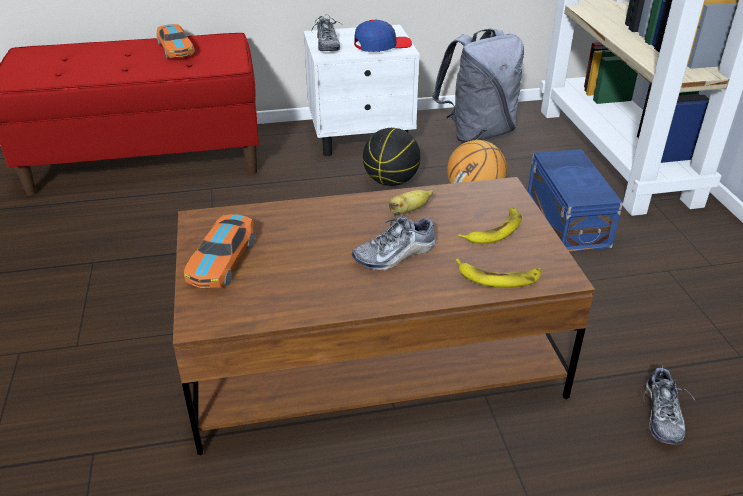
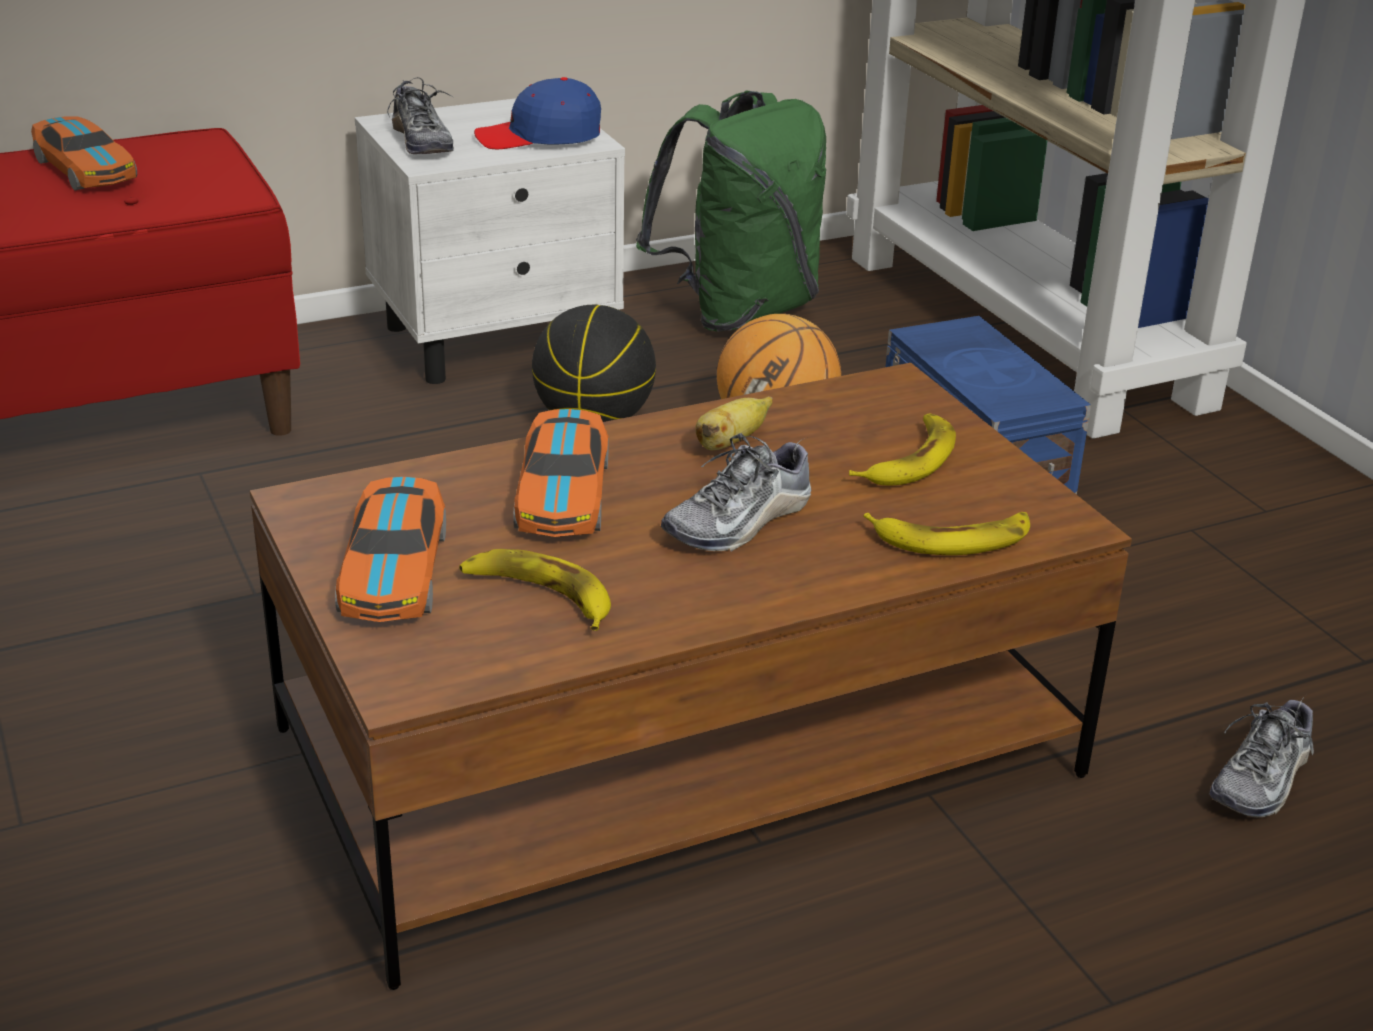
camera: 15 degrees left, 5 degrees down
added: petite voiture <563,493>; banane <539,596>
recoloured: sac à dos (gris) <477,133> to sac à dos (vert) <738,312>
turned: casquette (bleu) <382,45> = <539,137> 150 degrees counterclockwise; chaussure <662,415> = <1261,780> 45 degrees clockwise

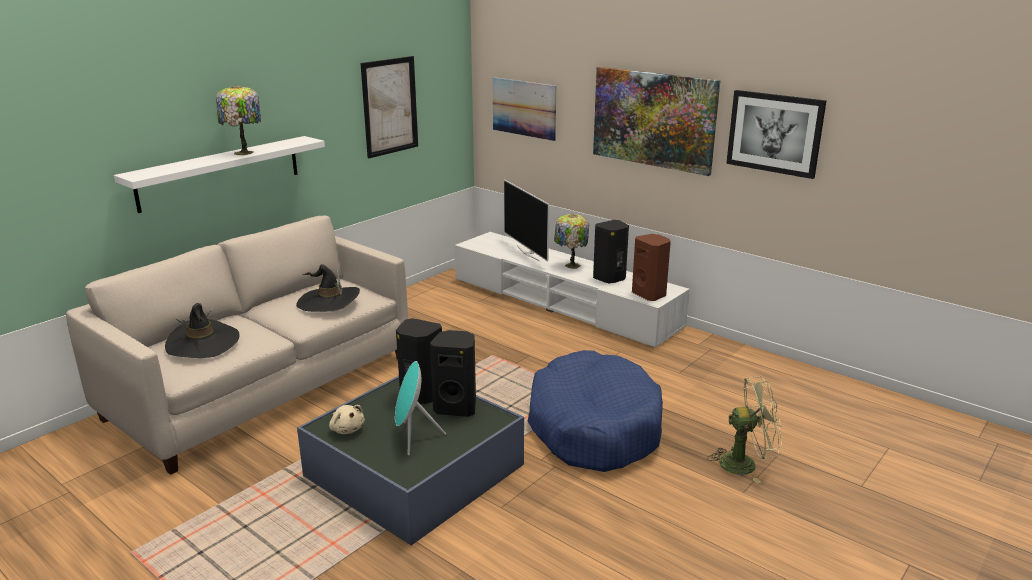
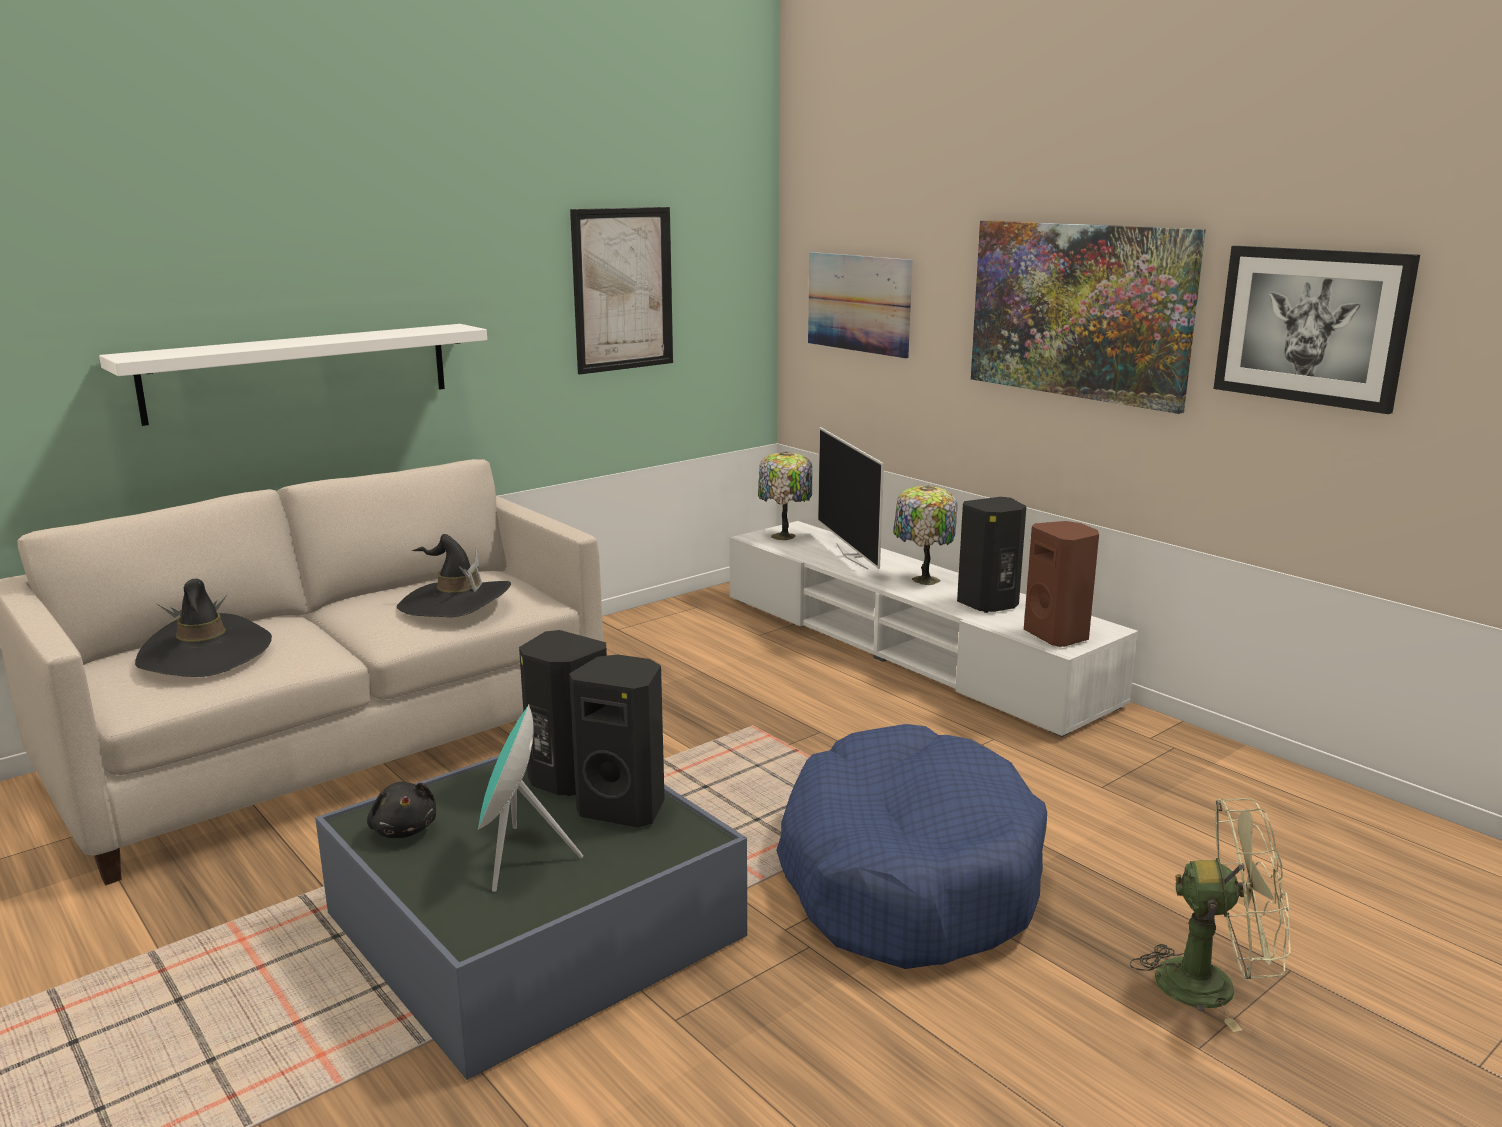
camera: 10 degrees right, 5 degrees down
moved: lampe de table <244,153> to <784,537>
recoloured: peluche (beige) <347,429> to peluche (noir) <404,829>

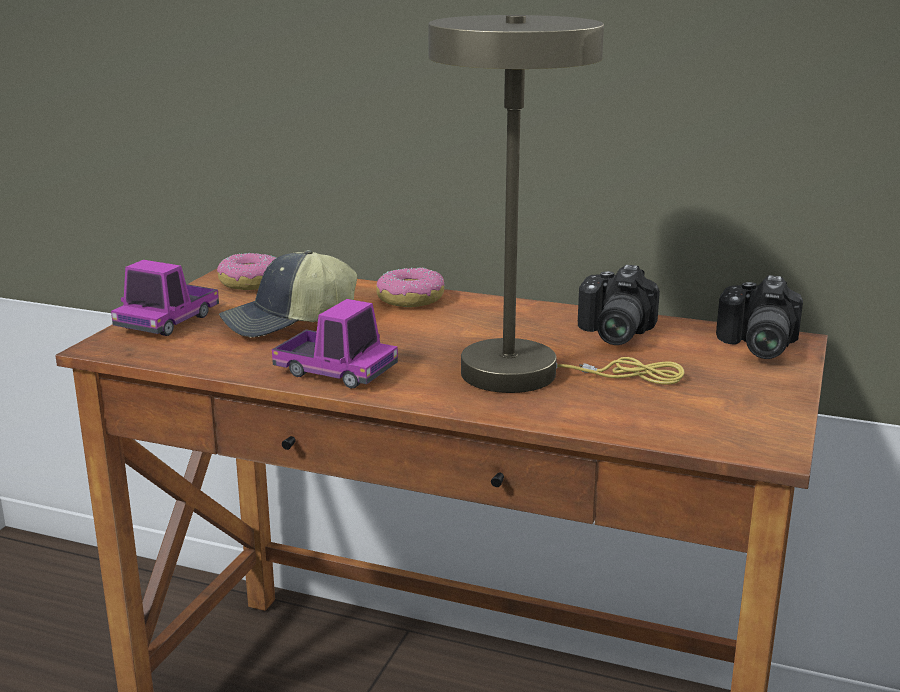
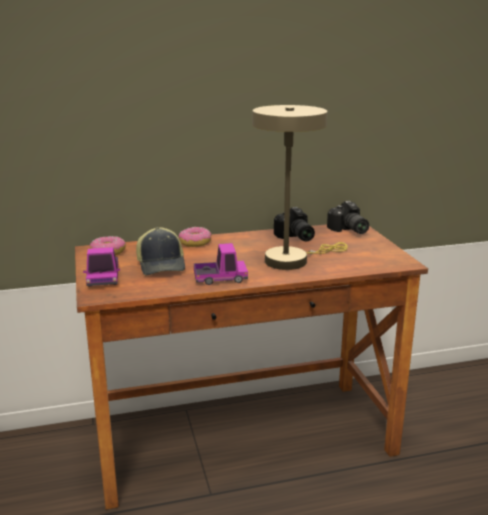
camera: 35 degrees left, 0 degrees up
turned: casquette <289,323> = <162,265> 45 degrees counterclockwise

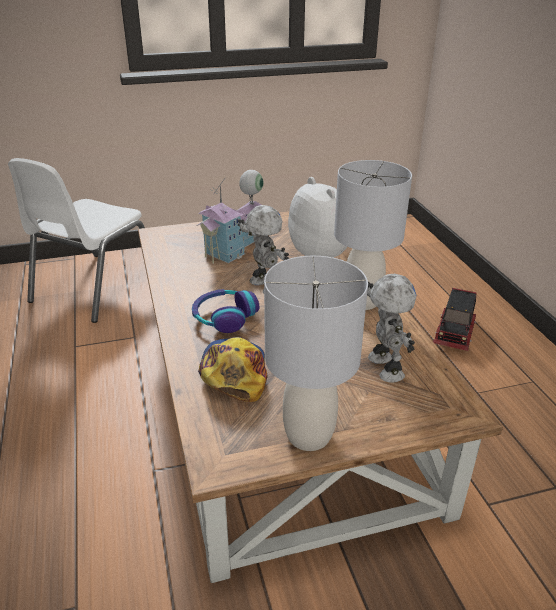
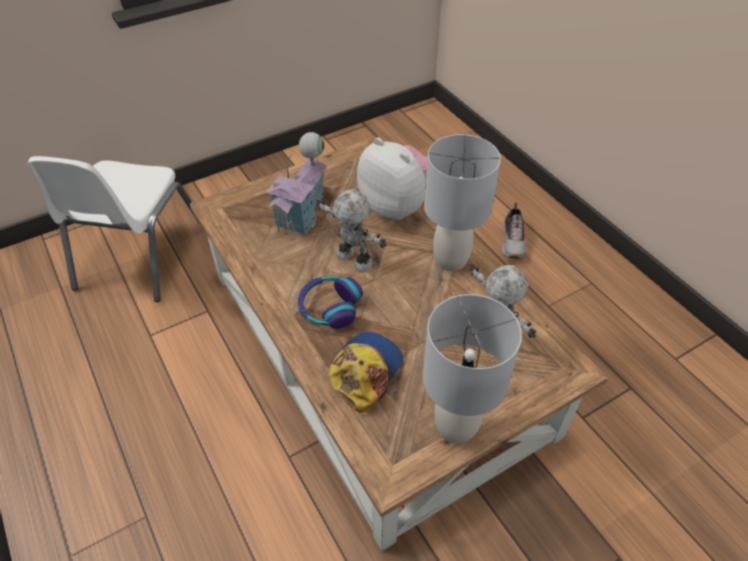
camera: 15 degrees left, 15 degrees up
replaced: camion jouet <455,332> to chaussure <513,241>
turned: casquette <234,372> = <365,372> 45 degrees clockwise

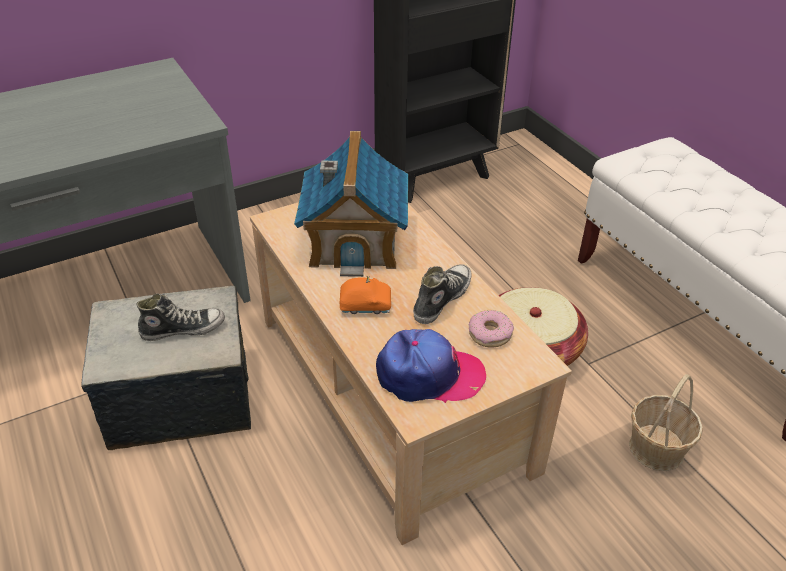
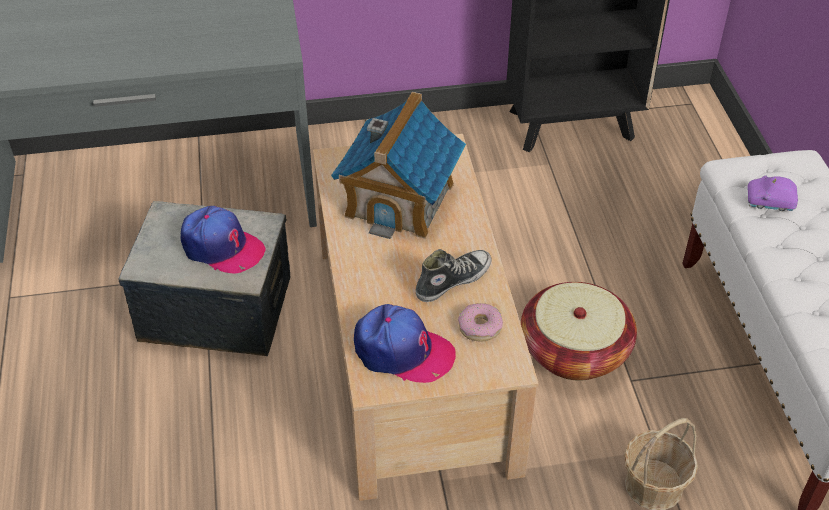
camera: 20 degrees right, 5 degrees up
removed: petite voiture (orange) <365,304>
added: petite voiture (violet) <770,202>
replaced: chaussure <183,329> to casquette <221,247>

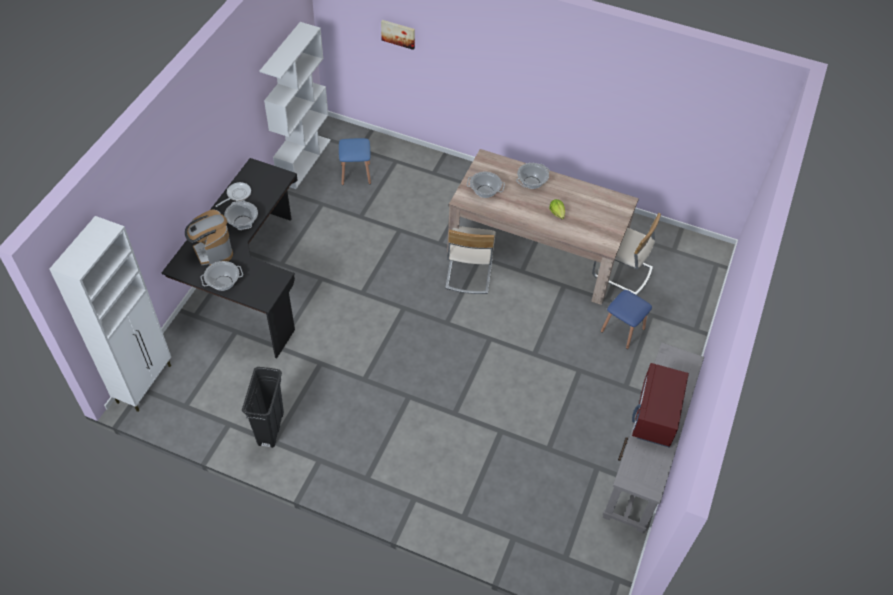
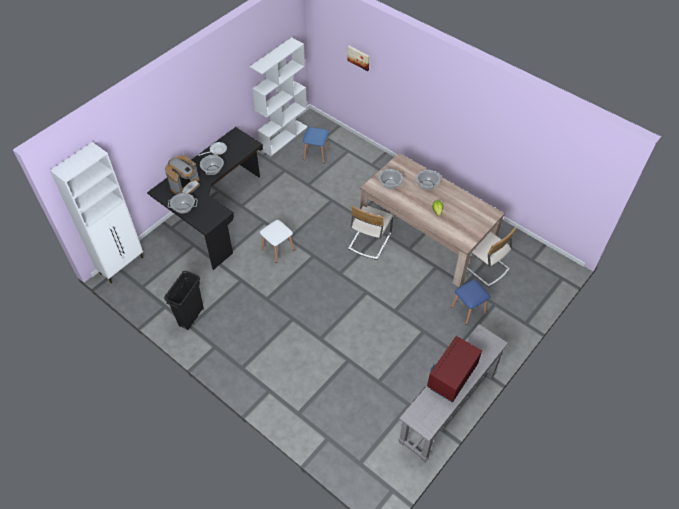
camera: 20 degrees right, 0 degrees up
added: tabouret (blanc) <278,249>
turned: machine à café <213,251> = <185,185> 135 degrees counterclockwise

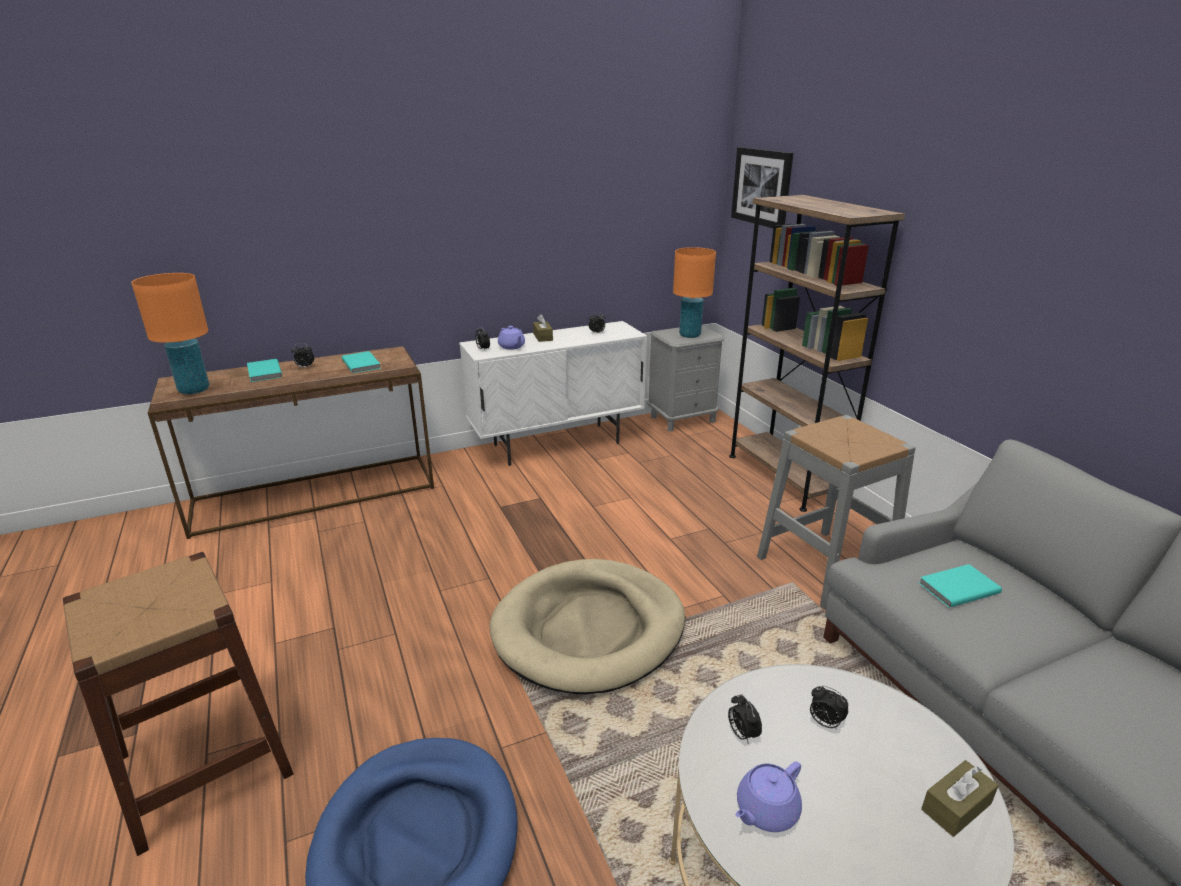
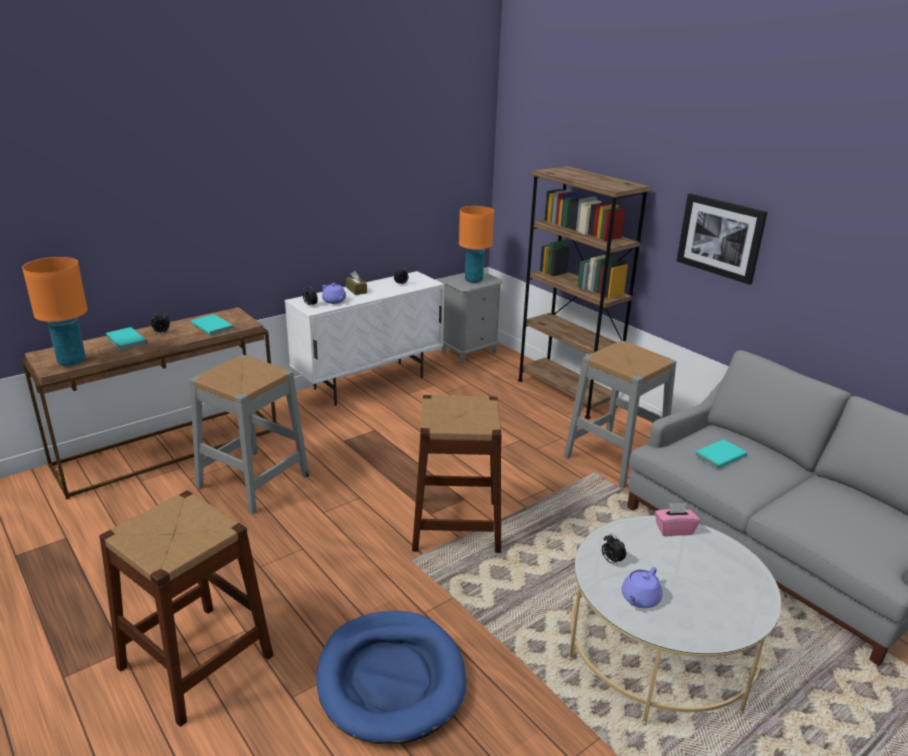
camera: 15 degrees left, 0 degrees up
removed: réveil <824,723>; boîte à mouchoirs (marron) <956,806>
added: tabouret (gris) <253,481>; boîte à mouchoirs (rose) <674,529>
moved: tableau <762,187> to <720,237>
replaced: panier pour chien (beige) <589,629> to tabouret (marron) <456,525>

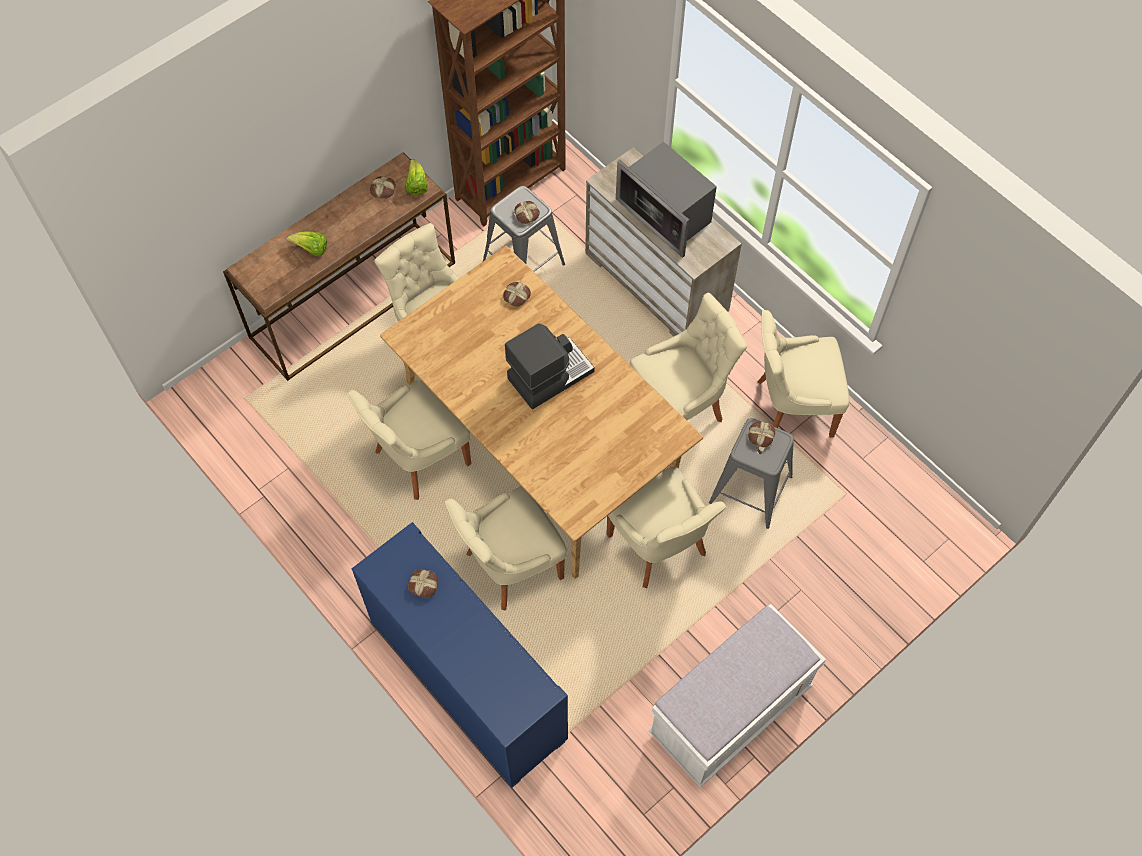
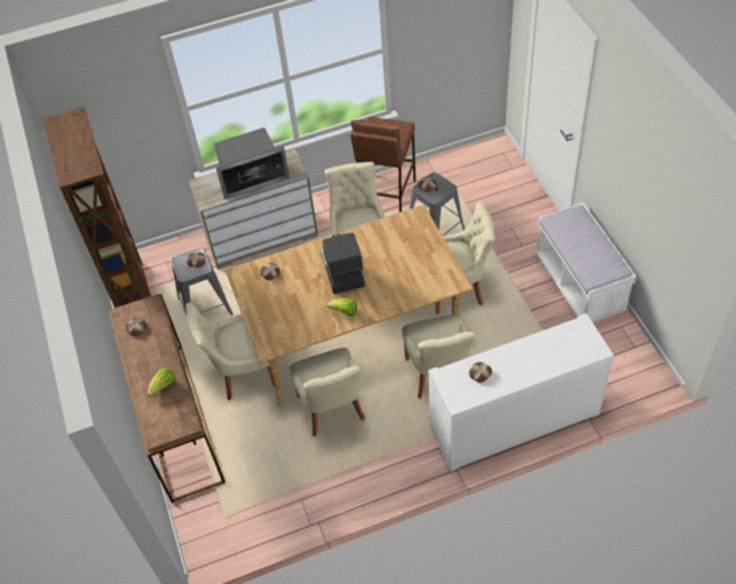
camera: 65 degrees left, 10 degrees down
moved: laitue <416,185> to <344,312>
replaced: chaise (beige) <791,407> to tabouret (marron) <386,197>
recoloured: meuble de rangement (bleu) <467,680> to meuble de rangement (blanc) <514,421>

